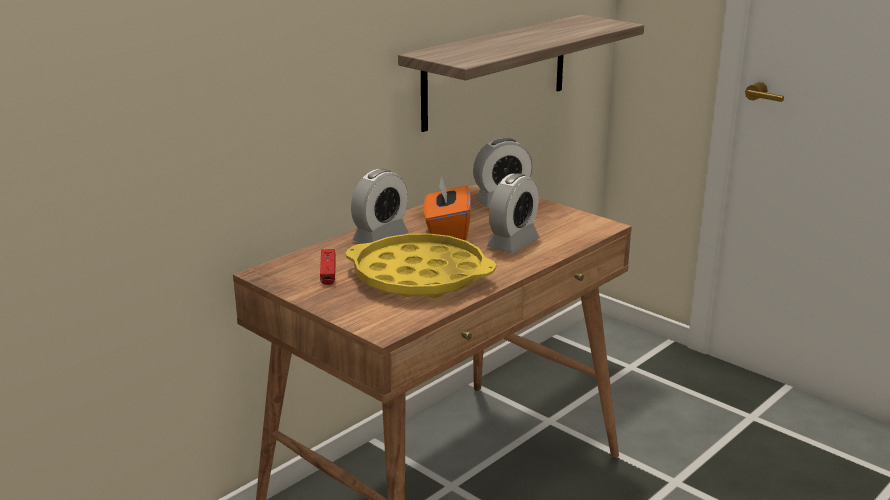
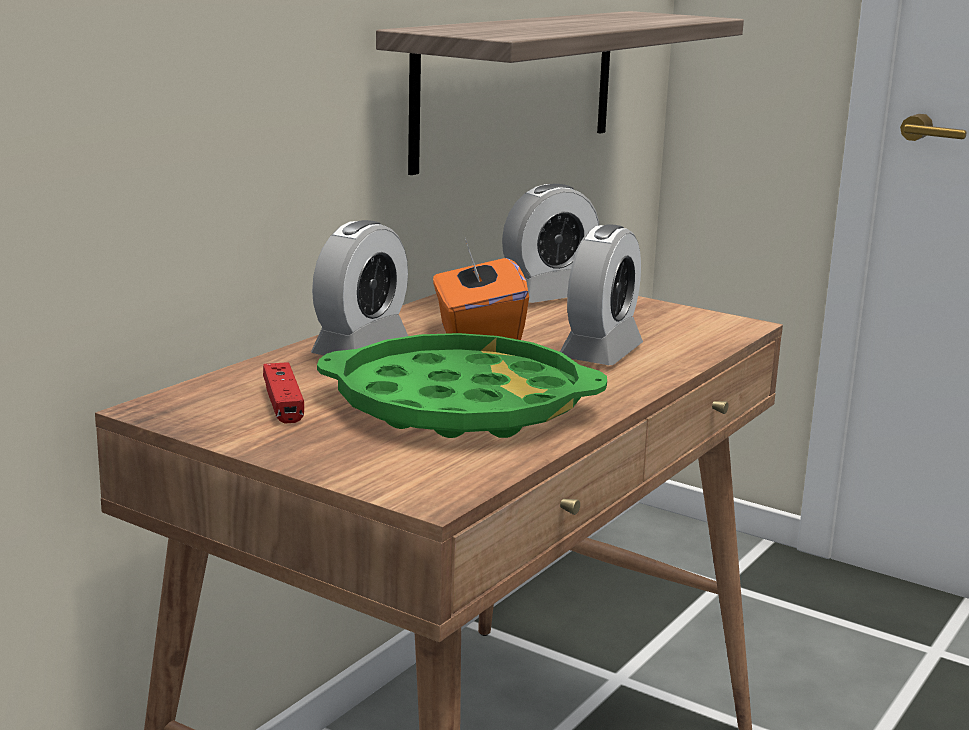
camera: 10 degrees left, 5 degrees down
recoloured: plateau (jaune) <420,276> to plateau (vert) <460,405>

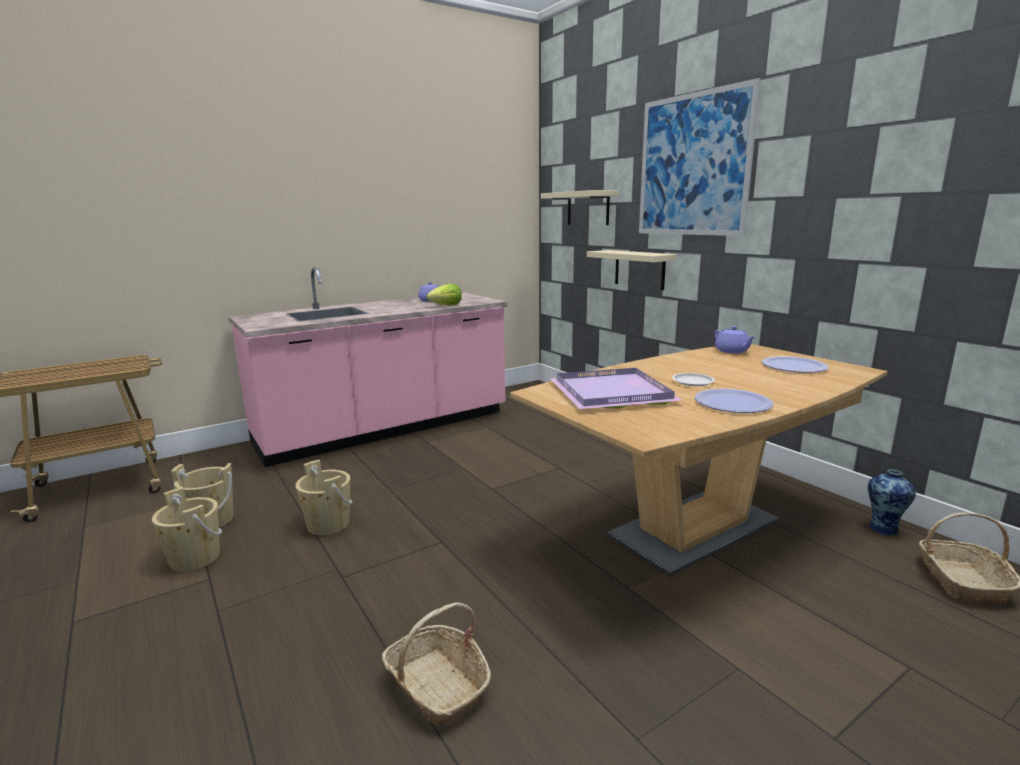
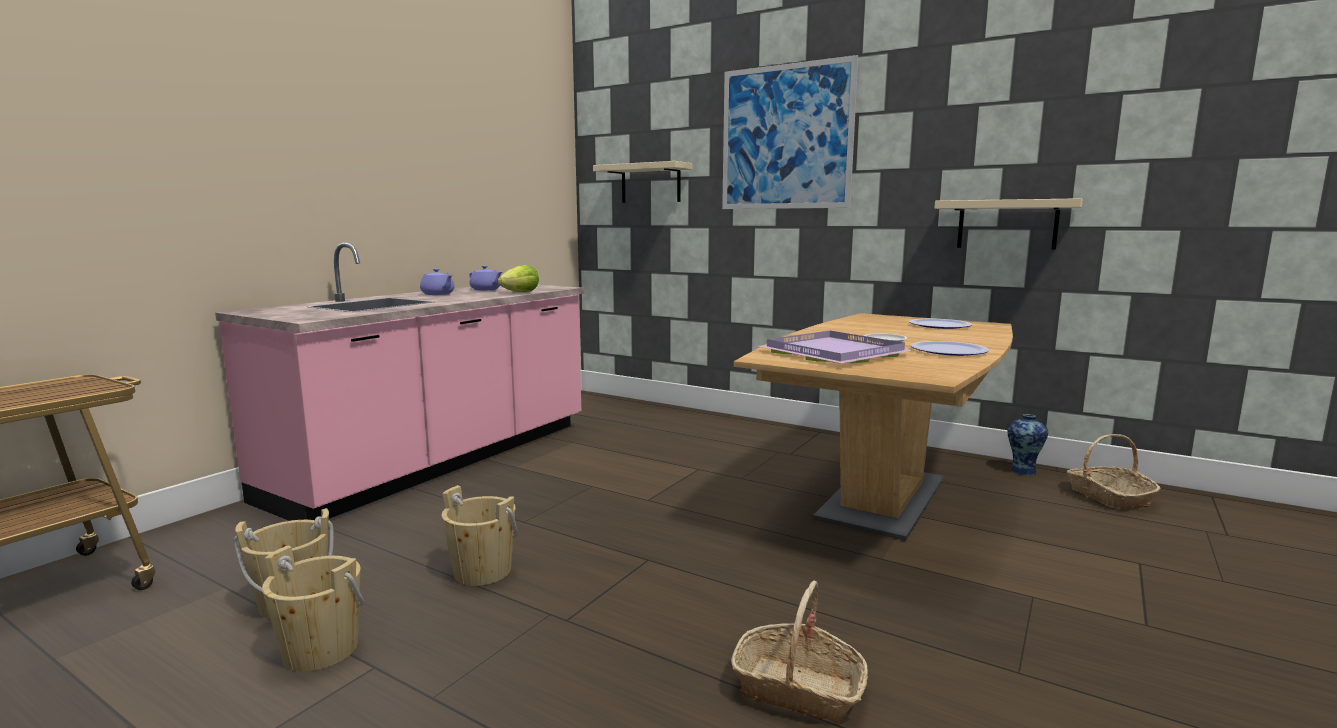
camera: 25 degrees left, 5 degrees down
moved: étagère (beige) <639,269> to <1007,224>; théière (violet) <732,351> to <438,294>

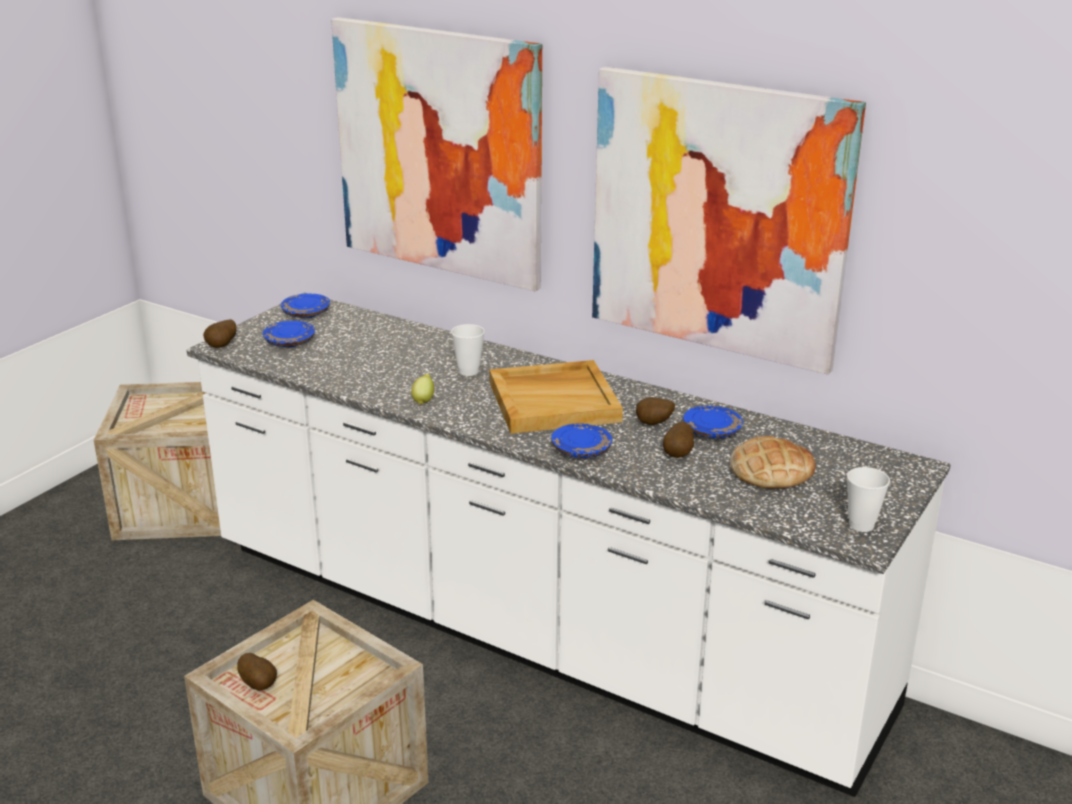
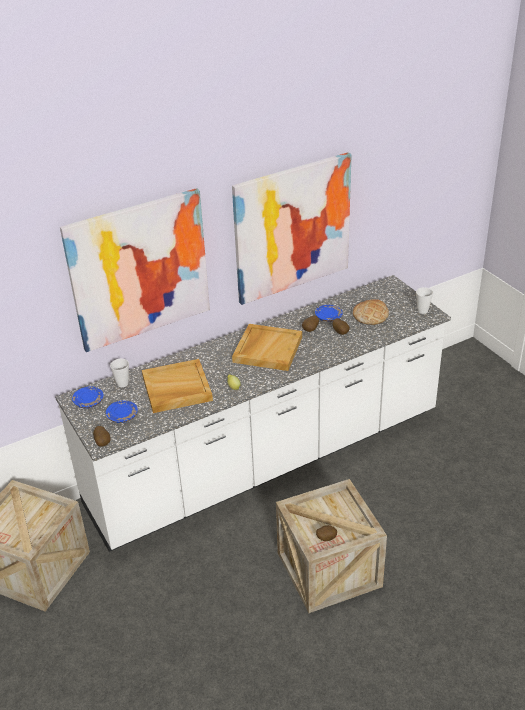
camera: 60 degrees left, 10 degrees up
removed: assiette (bleu) <581,450>
added: plateau (beige) <176,388>
moved: tasse <468,371> to <122,383>

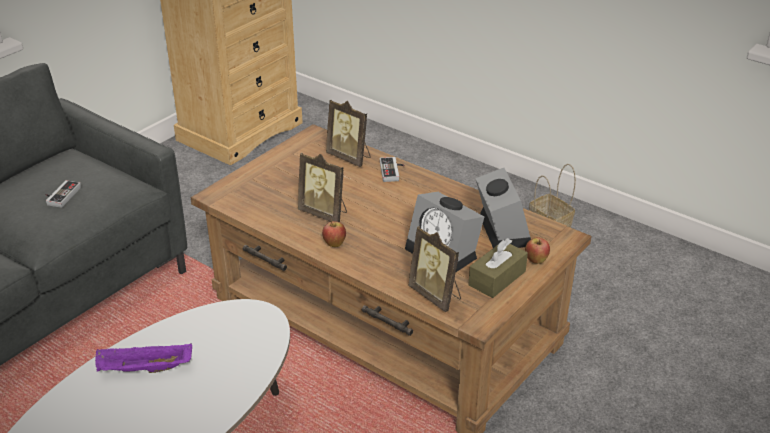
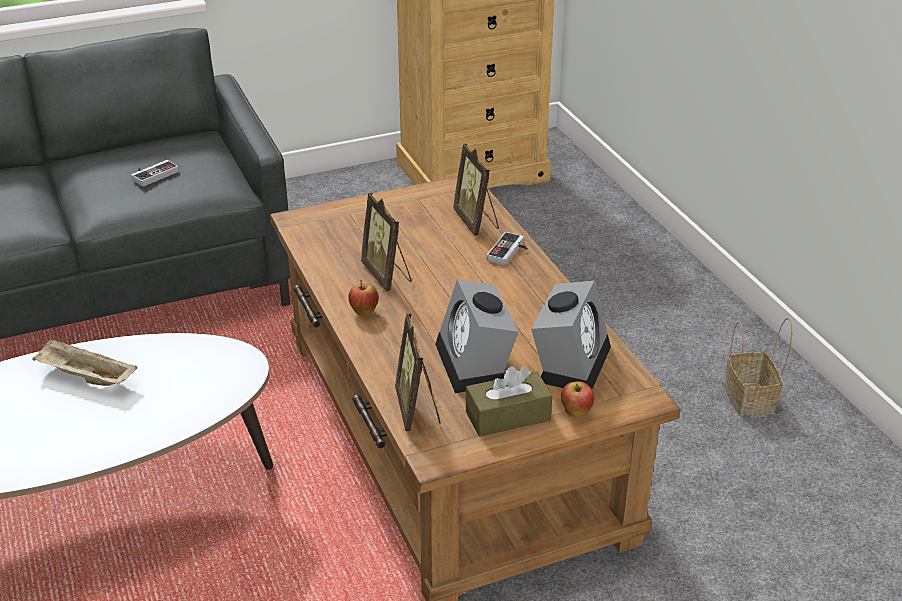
camera: 30 degrees right, 0 degrees up
recoloured: plateau (violet) <144,370> to plateau (beige) <85,377>

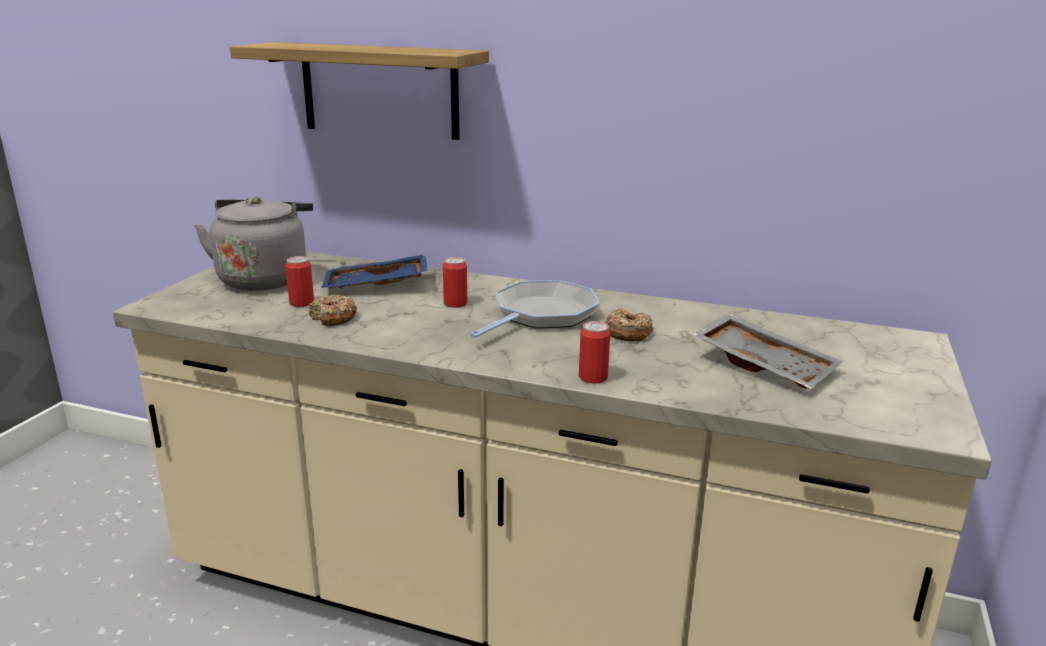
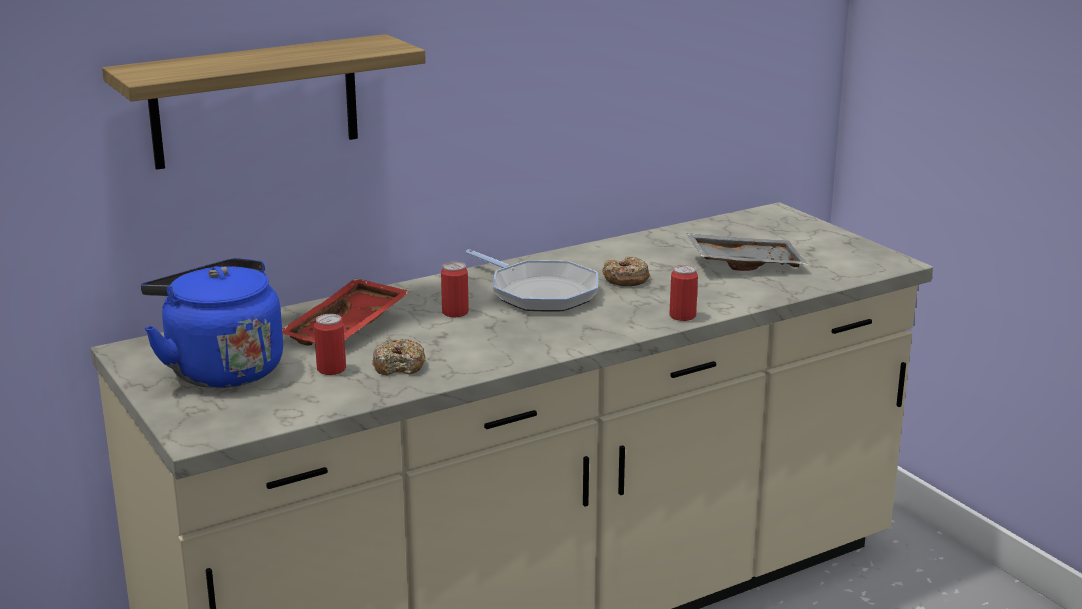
camera: 50 degrees left, 0 degrees up
recoloured: bouilloire (gris) <264,278> to bouilloire (bleu) <220,369>; plateau (bleu) <376,286> to plateau (rouge) <348,329>
turned: poêle <541,315> = <539,292> 150 degrees clockwise

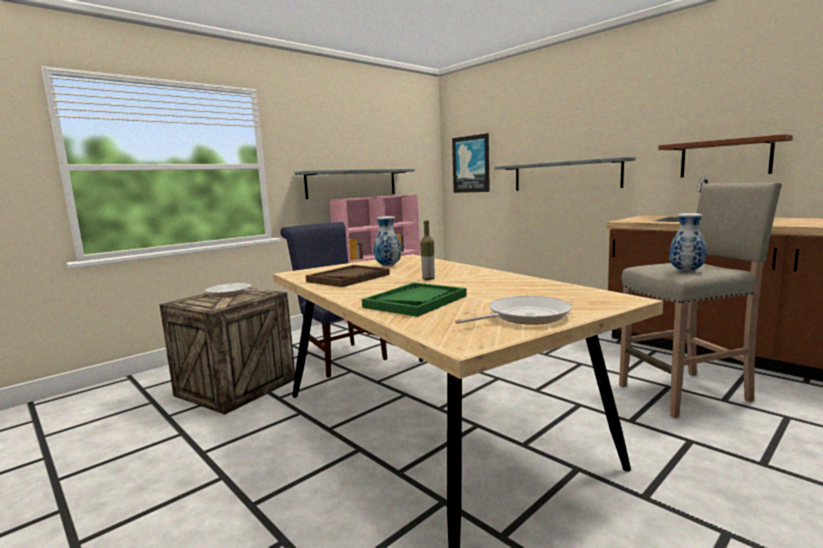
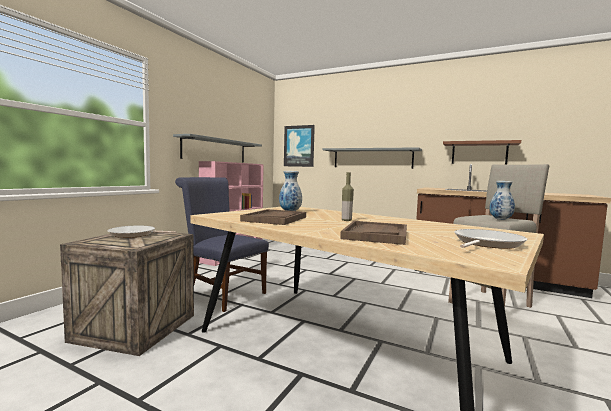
camera: 20 degrees left, 5 degrees down
recoloured: plateau (vert) <415,301> to plateau (marron) <375,234>

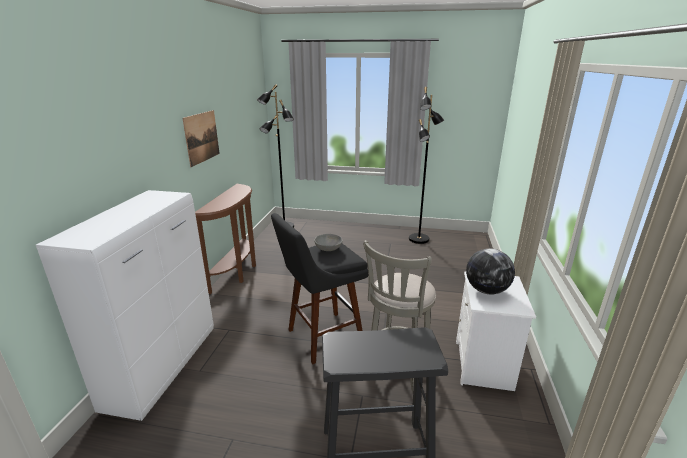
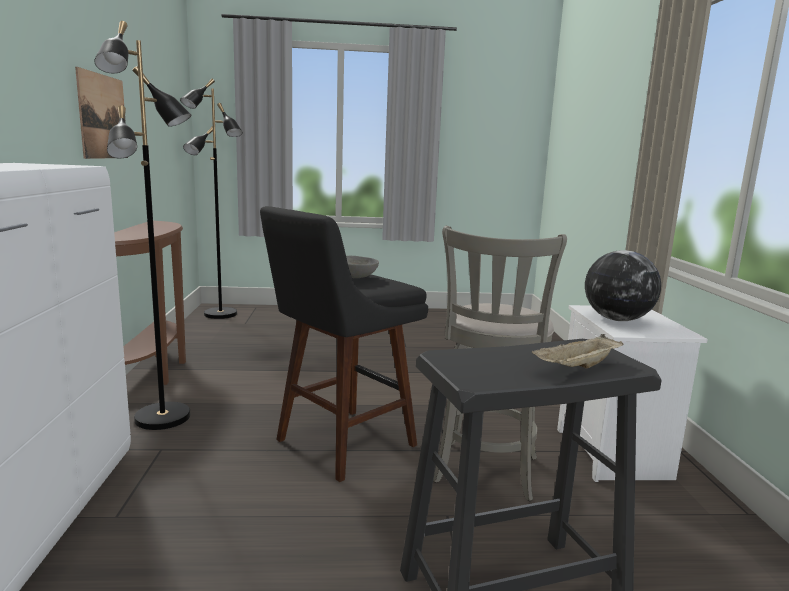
camera: 15 degrees left, 10 degrees down
added: plateau (beige) <577,368>
moved: lampadaire (noir) <419,239> to <164,418>

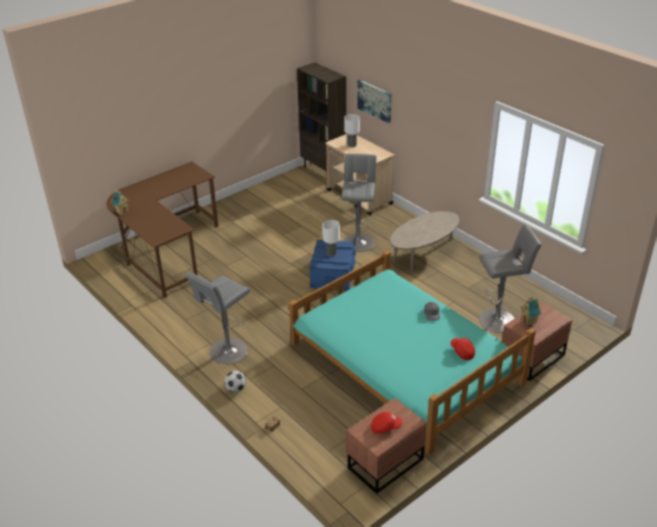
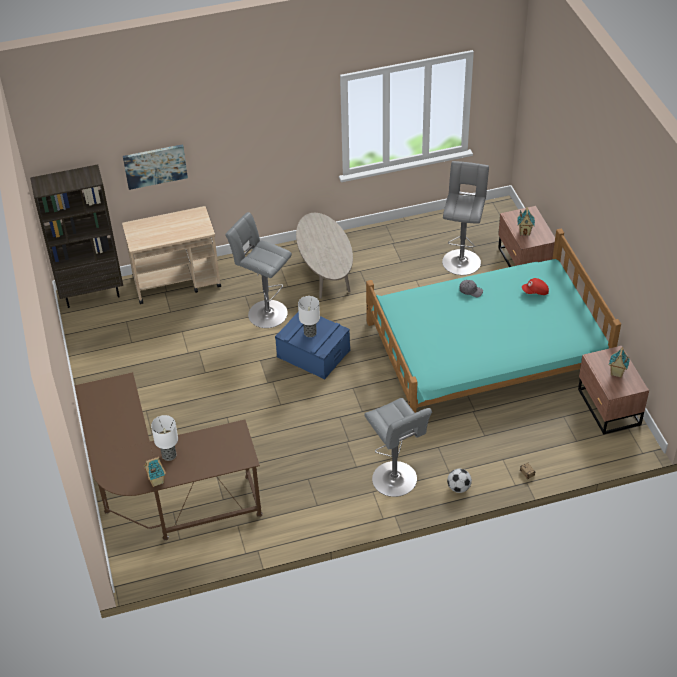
camera: 65 degrees left, 10 degrees up
moved: lampe de table <352,145> to <169,455>
replaced: casquette (rouge) <385,427> to maison miniature <616,373>

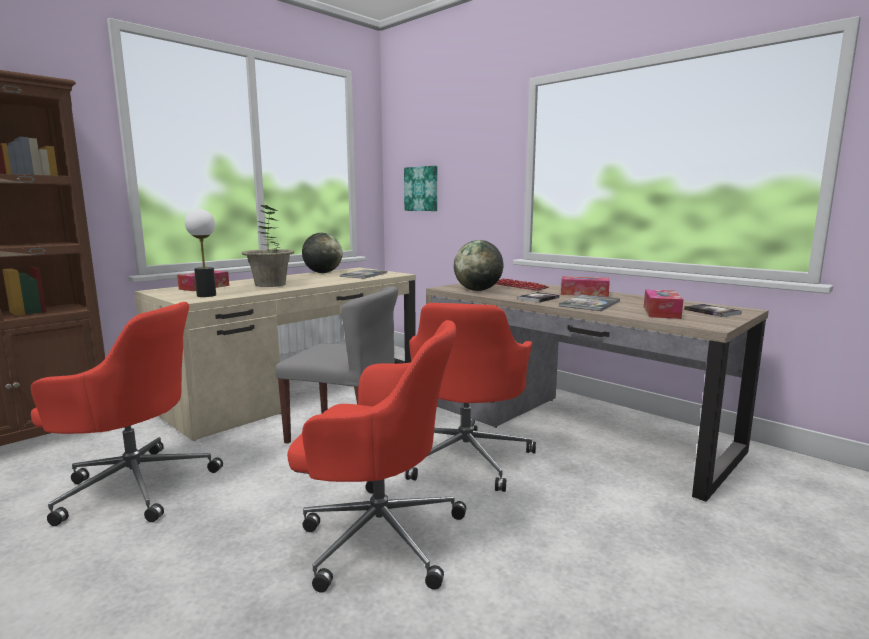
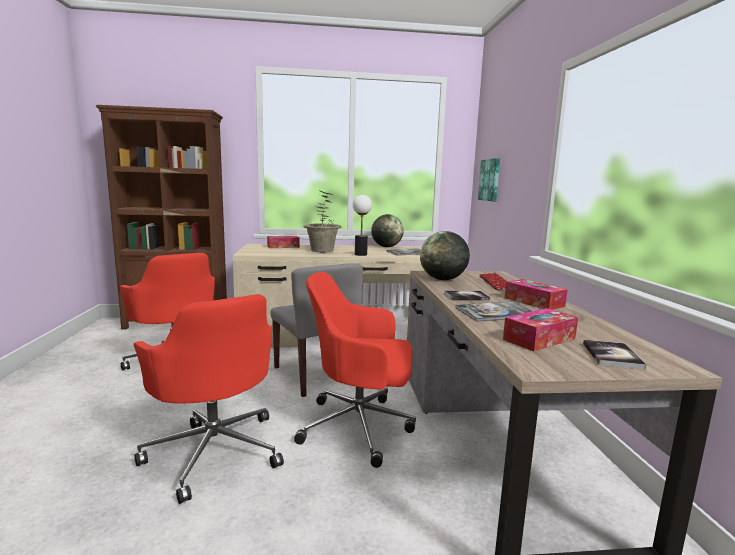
camera: 40 degrees right, 0 degrees up
moved: lampe de table <206,295> to <361,254>
turned: chaise de bureau (rouge) <467,457> = <360,427> 45 degrees clockwise

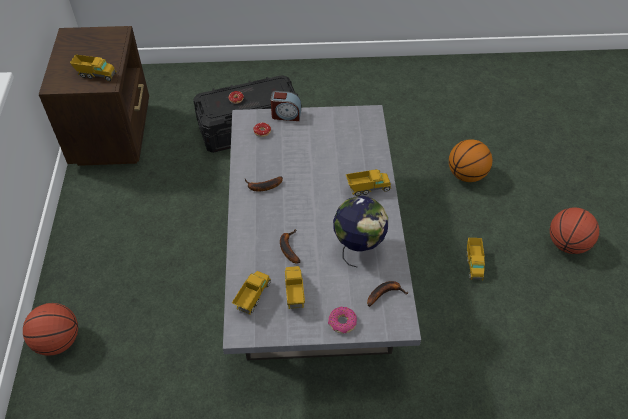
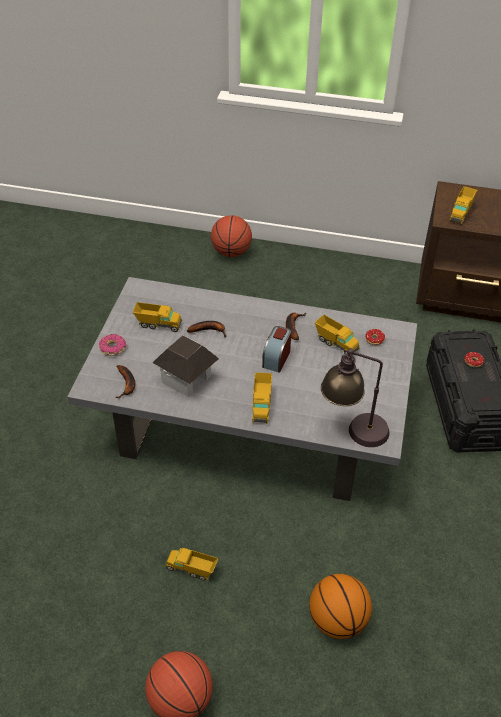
camera: 105 degrees right, 5 degrees down
added: lampe de table <352,431>
moved: réveil <286,115> to <276,358>; camion jouet <253,298> to <336,344>
replaced: globe <358,248> to maison miniature <186,379>

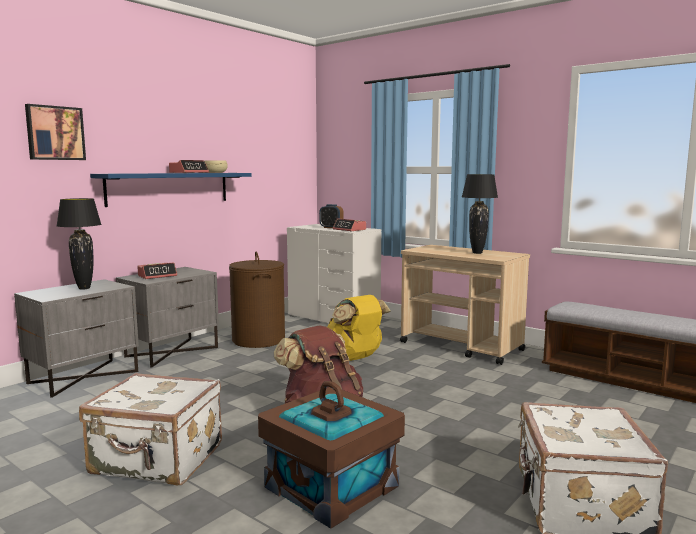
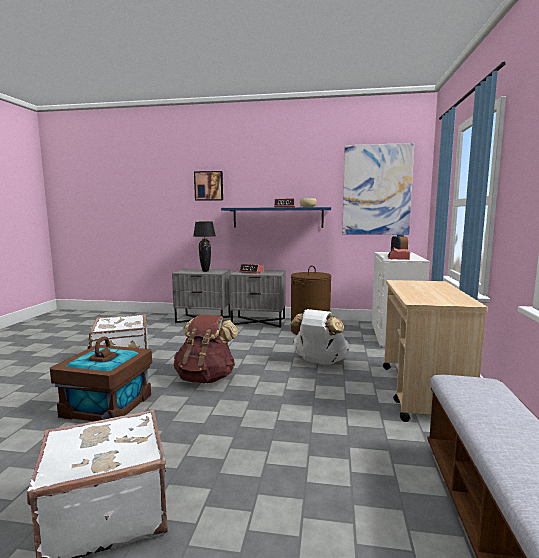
camera: 60 degrees right, 0 degrees up
removed: lampe de table (noir) <477,253>
added: tableau <376,190>
recoloured: sac à dos (jaune) <353,358> to sac à dos (blanc) <319,362>

